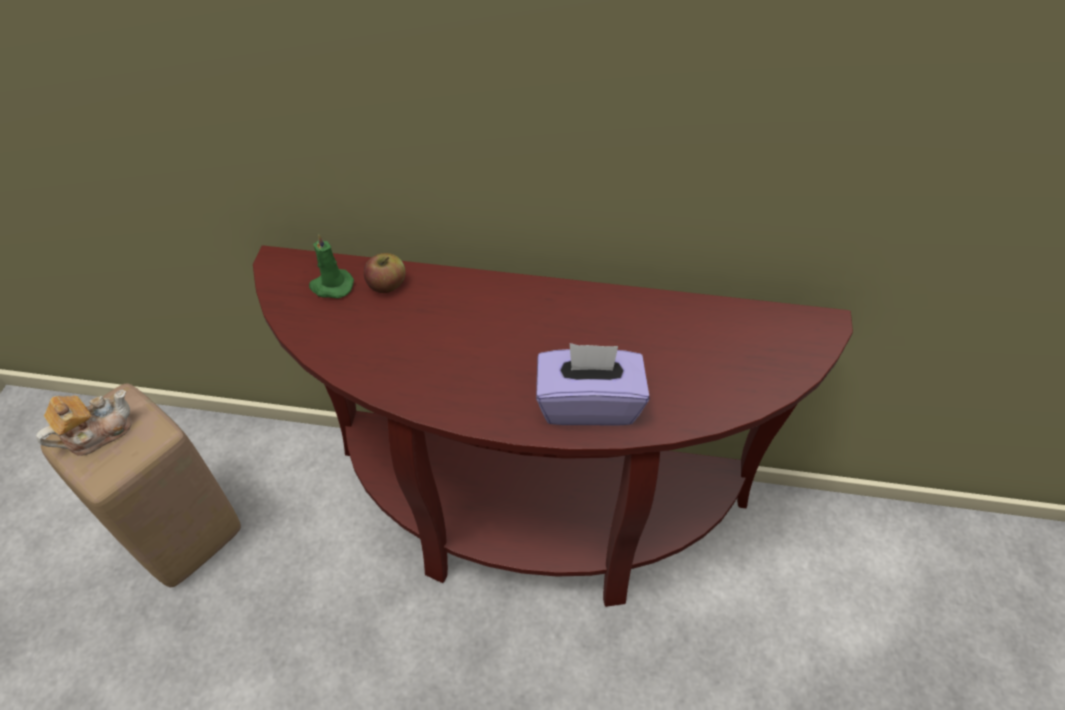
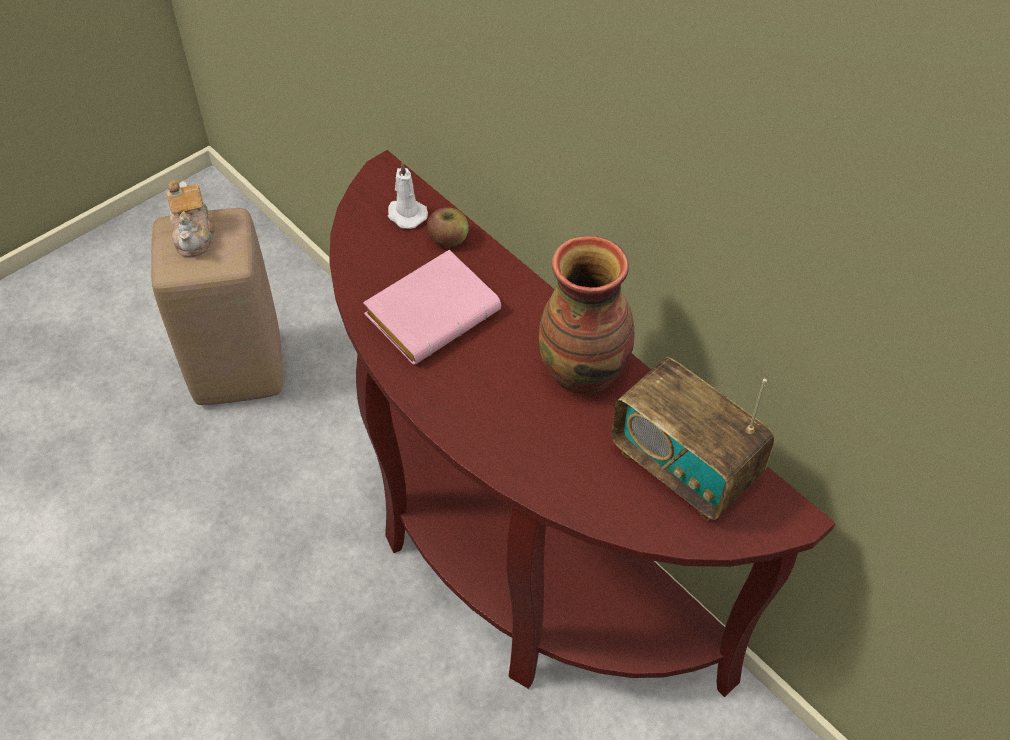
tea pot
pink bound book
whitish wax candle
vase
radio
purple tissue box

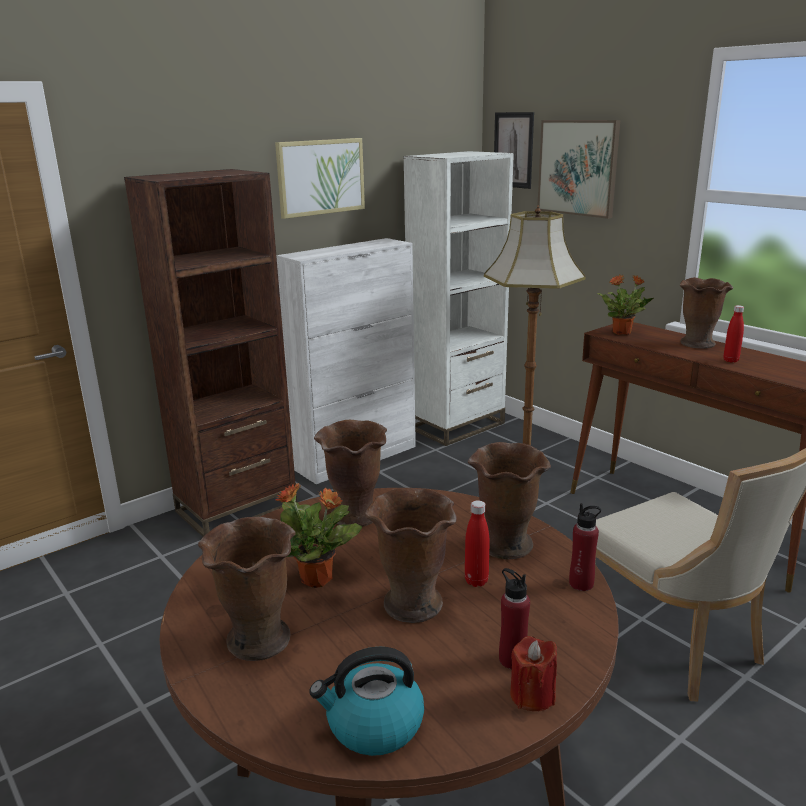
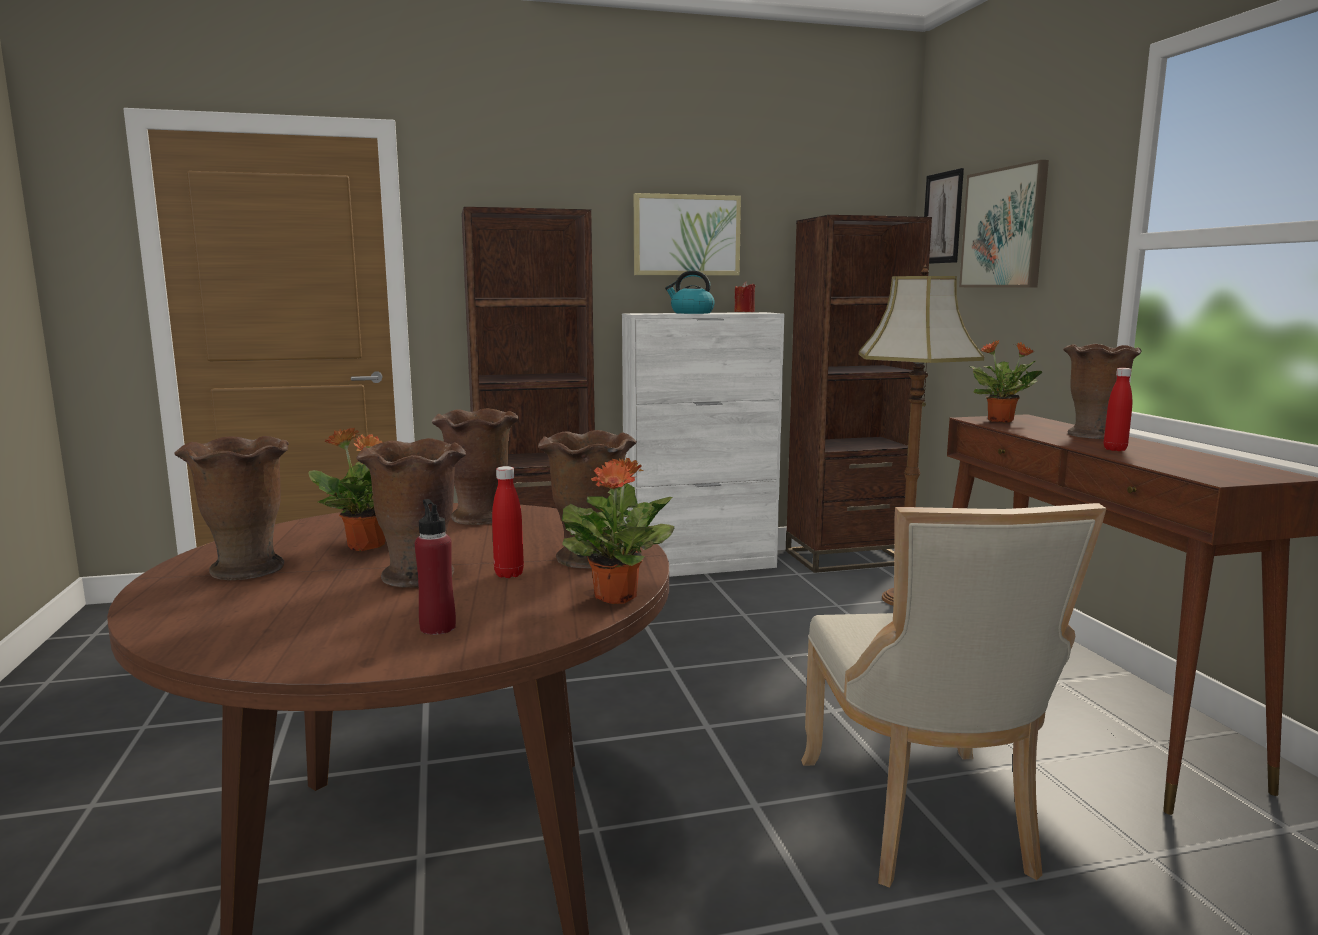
plant in a pot (2nd from left)
tea kettle
reddish wax candle
brownish bookcase (2nd from left)

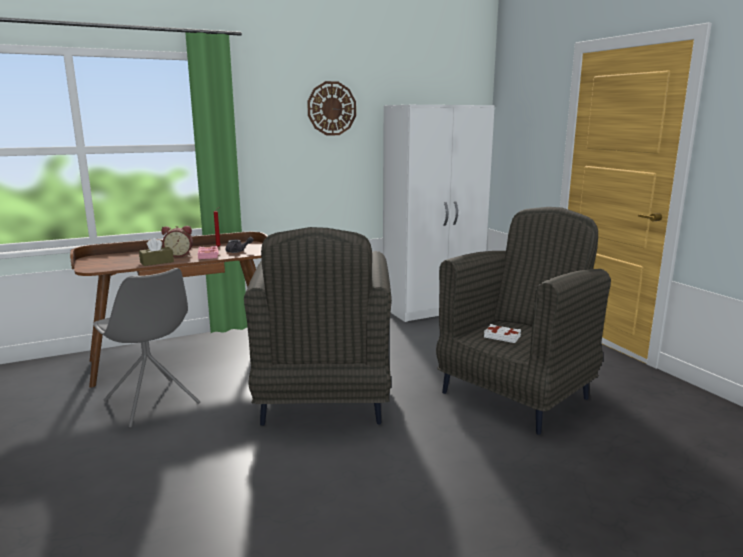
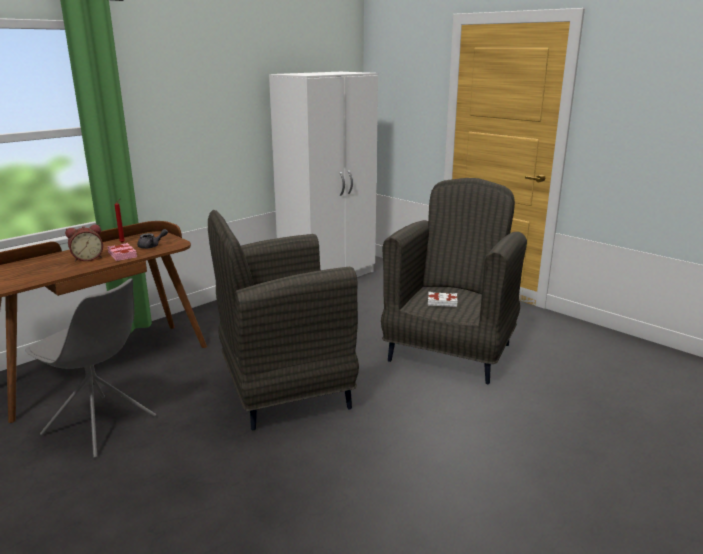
gray easy chair (1st from left)
brownish tissue box
wall clock

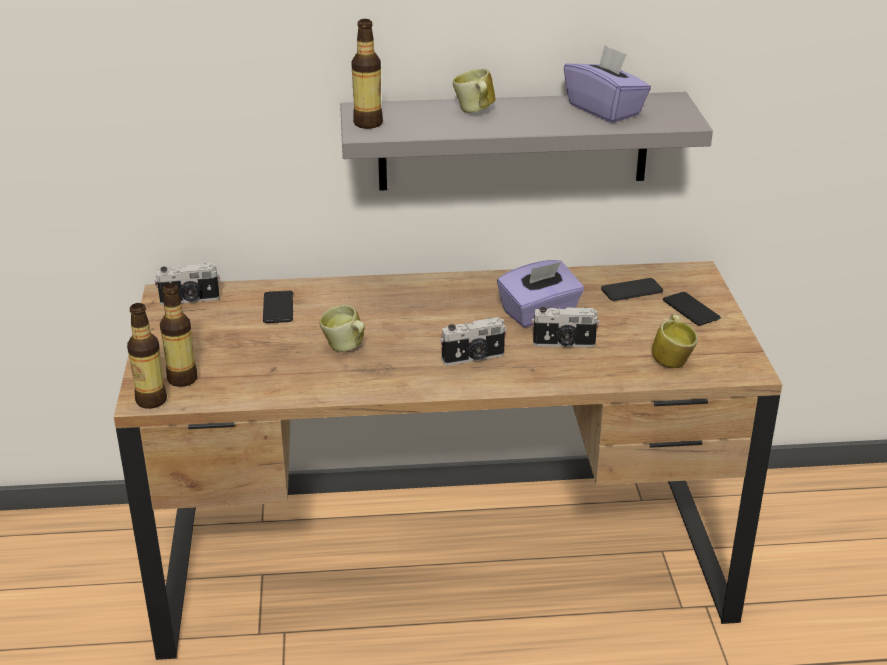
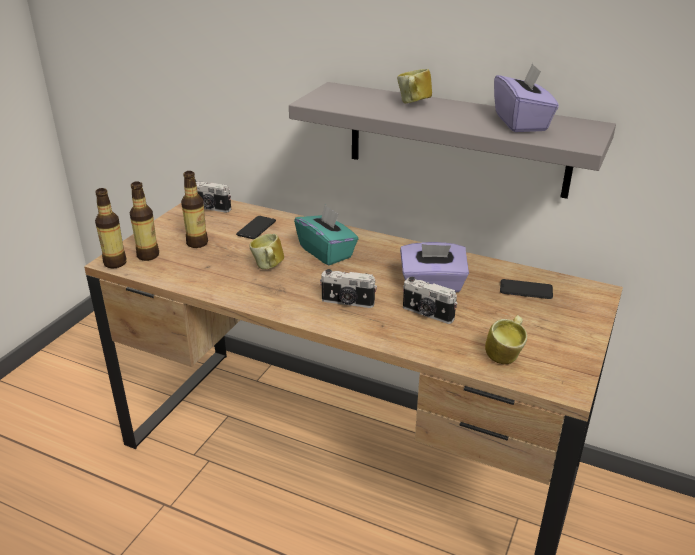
bottle (3rd from left)
blue-green tissue box
phone (3rd from left in the first image)

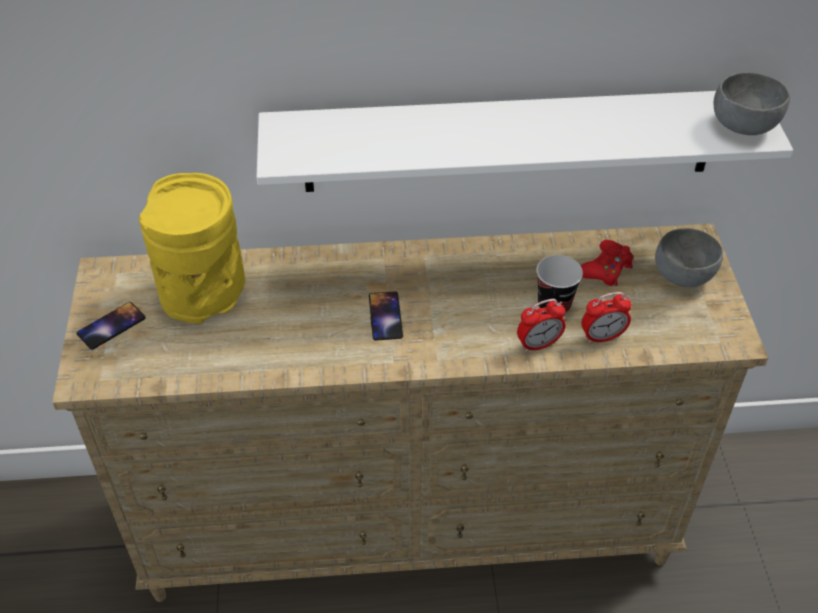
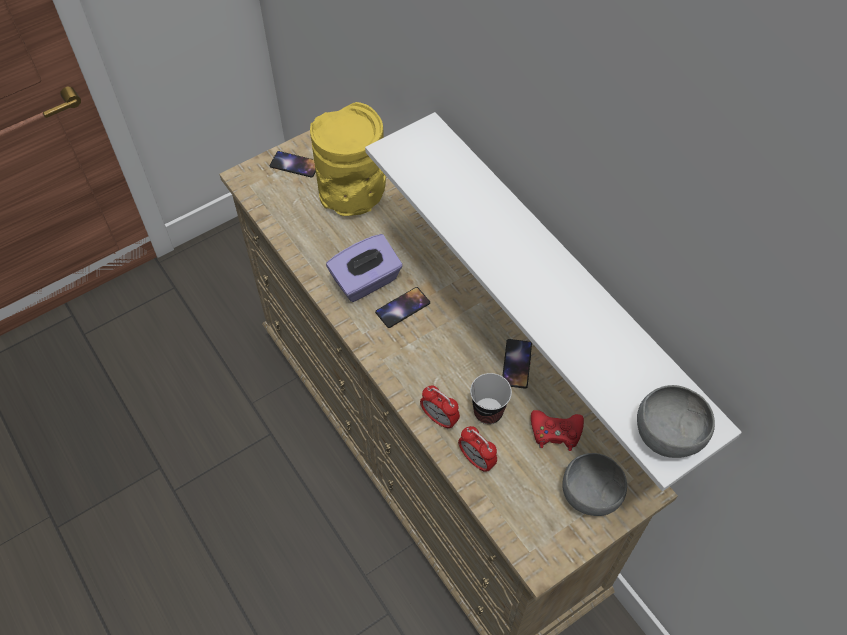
purple tissue box
phone (3rd from left)

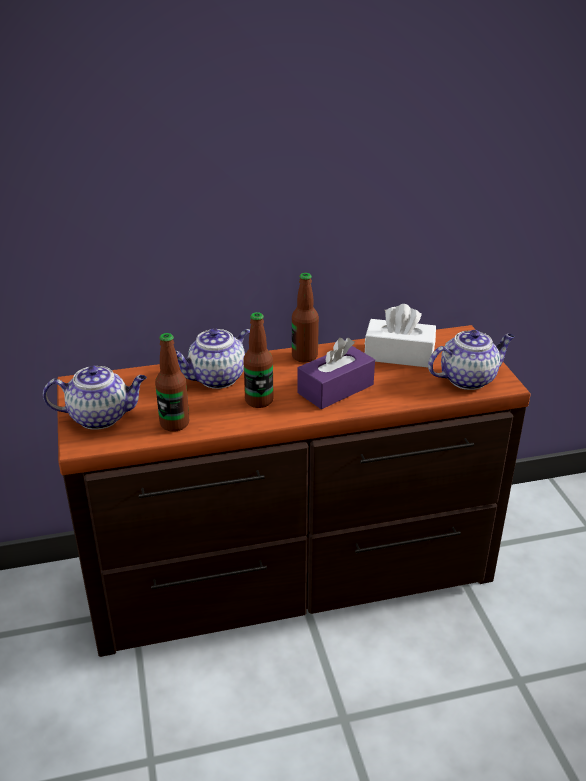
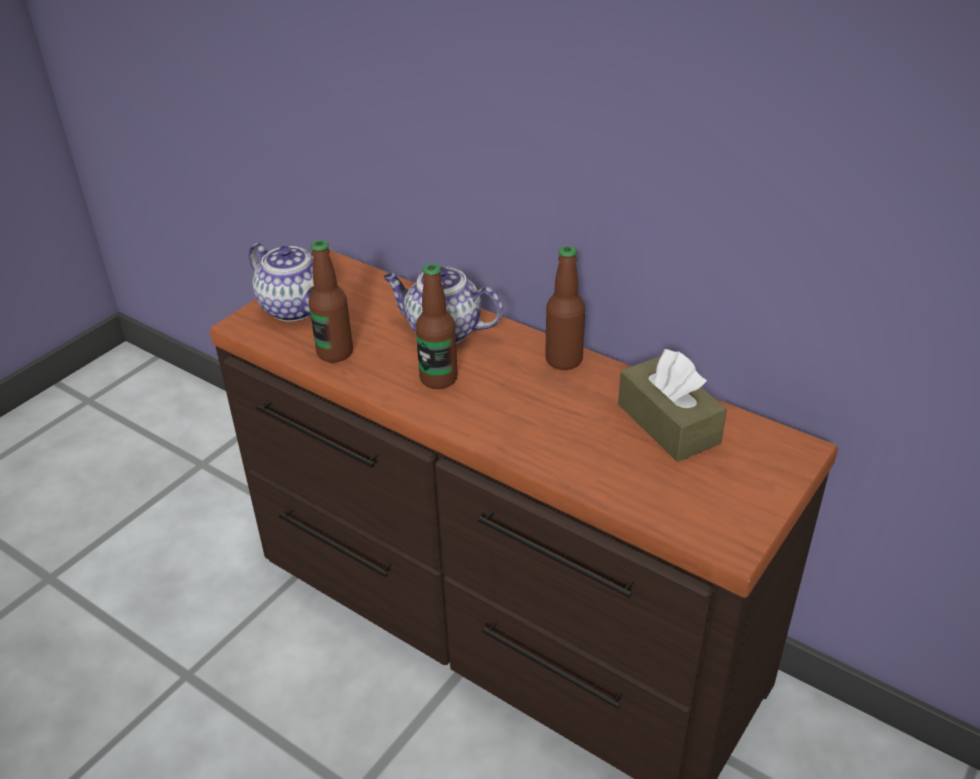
brownish tissue box
purple tissue box
tea pot (3rd from left in the first image)

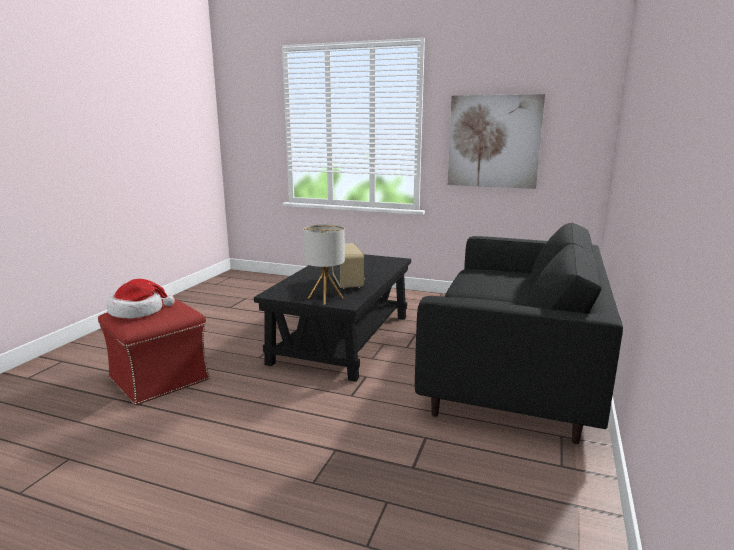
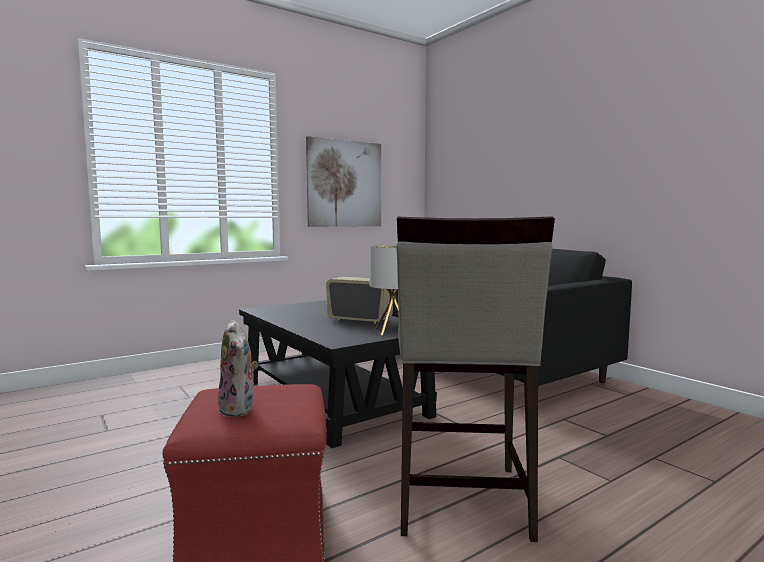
soft toy
beige stool

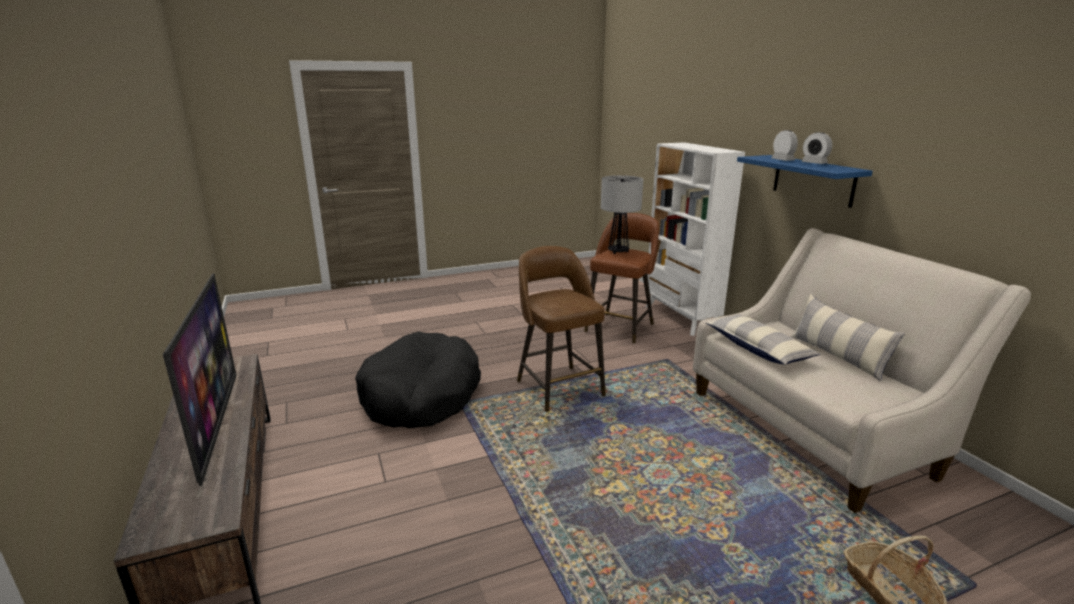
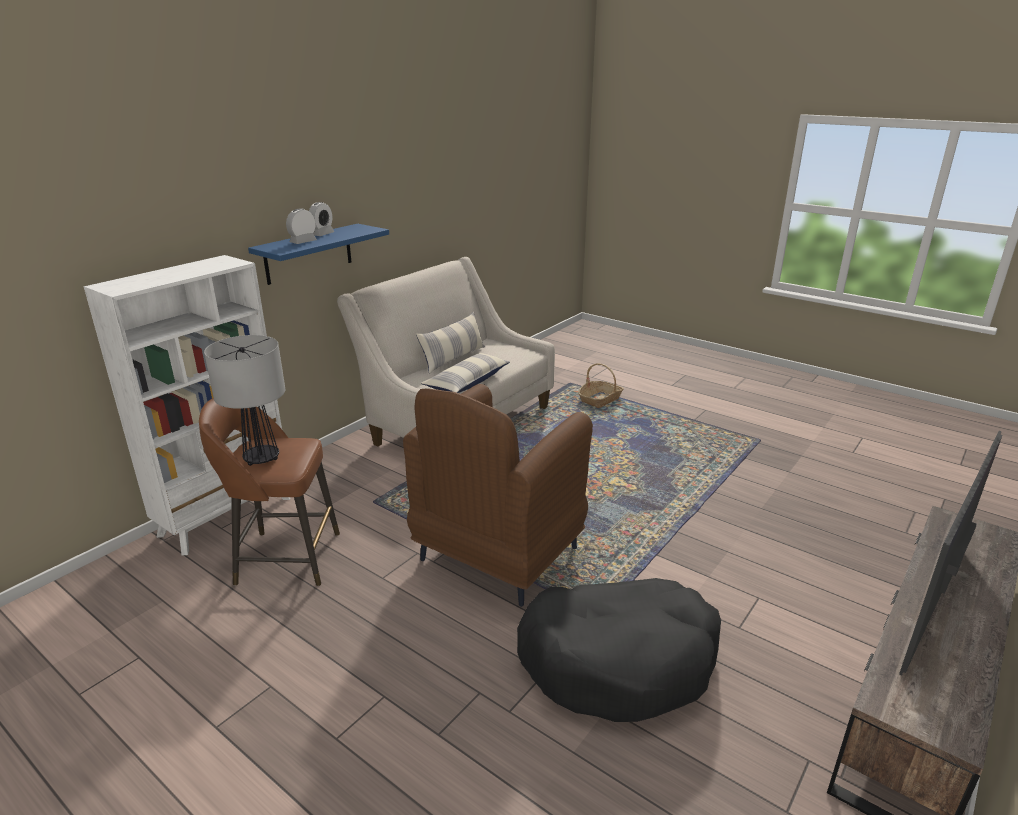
brownish easy chair

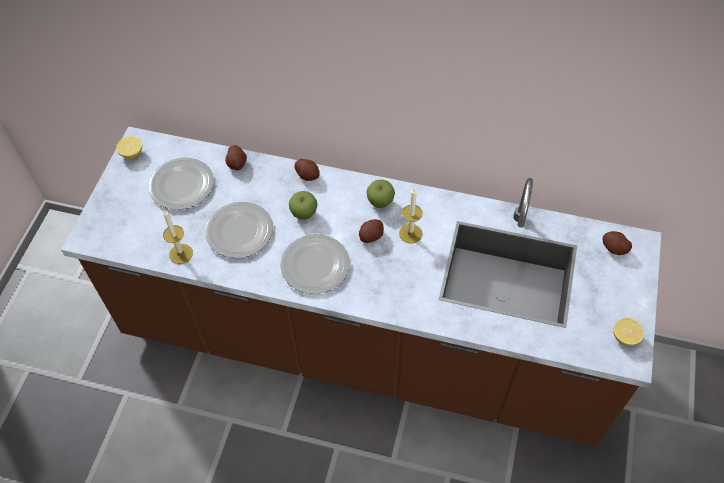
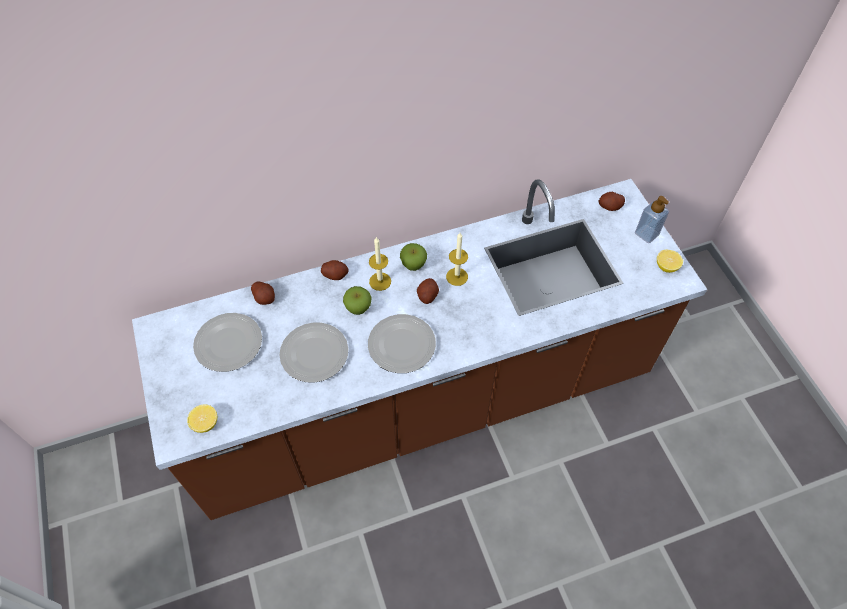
citrus fruit (1st from left)
wax candle (1st from left)
soap bottle

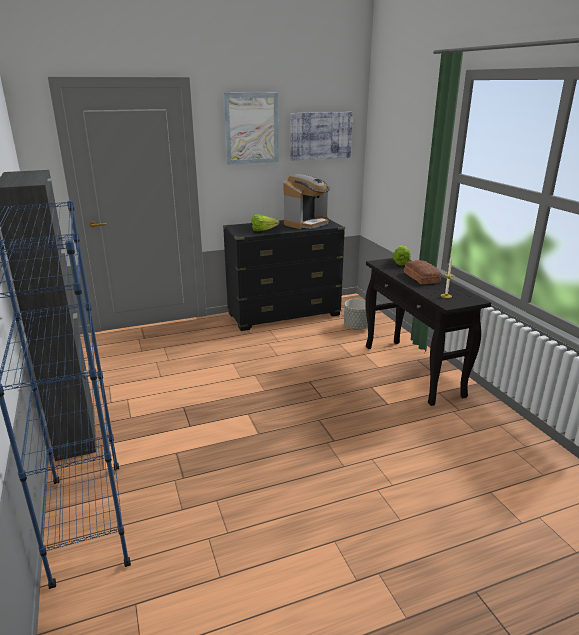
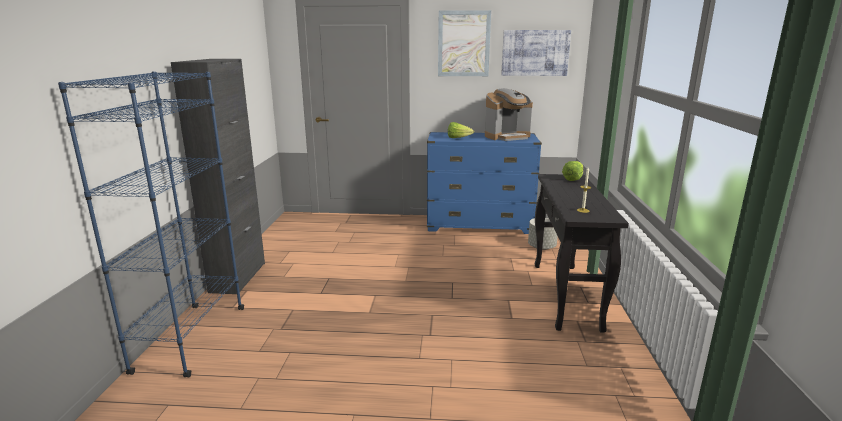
blue dresser
baked bread

